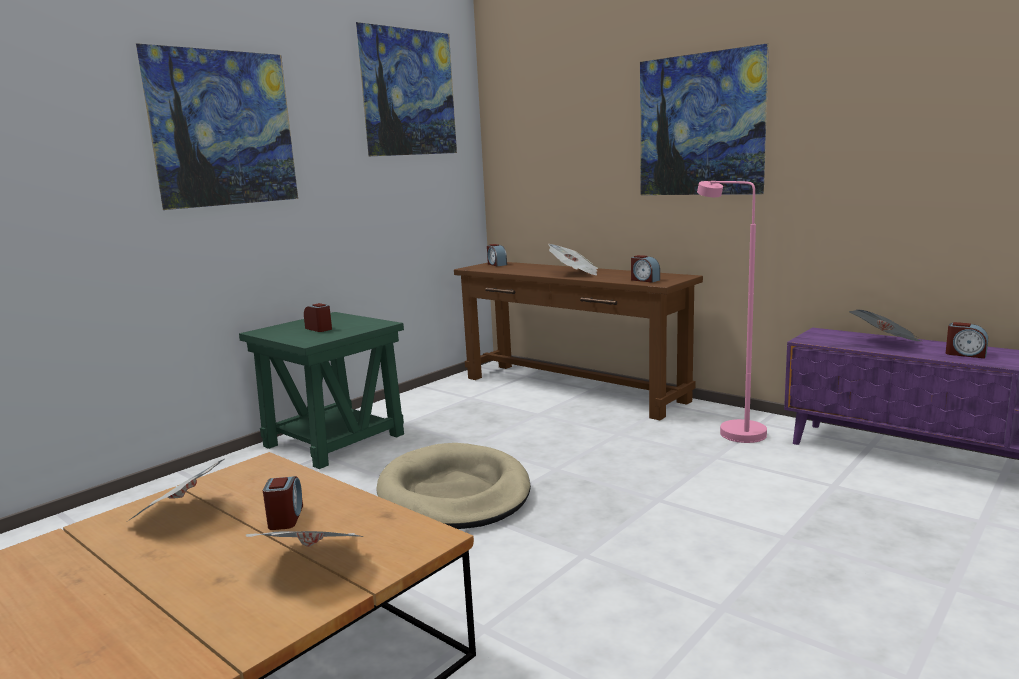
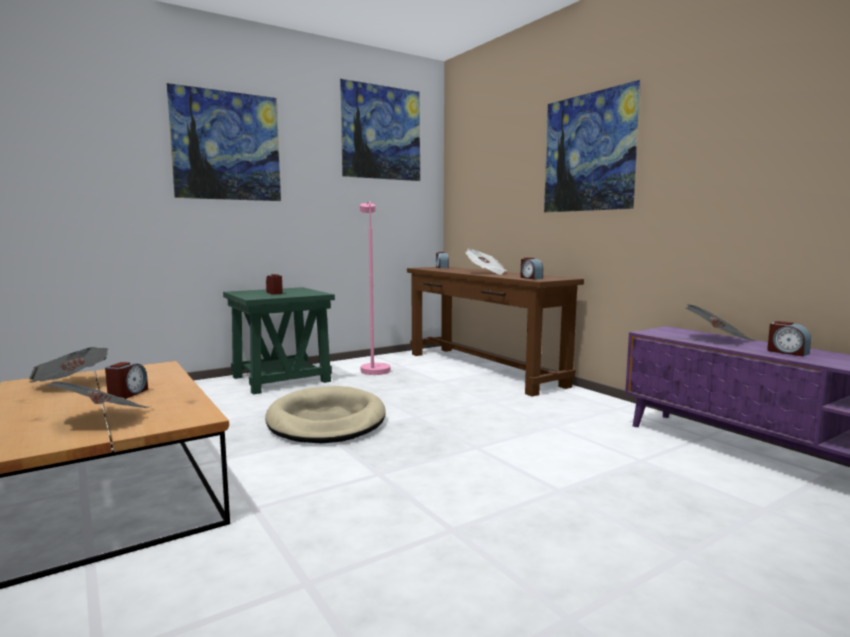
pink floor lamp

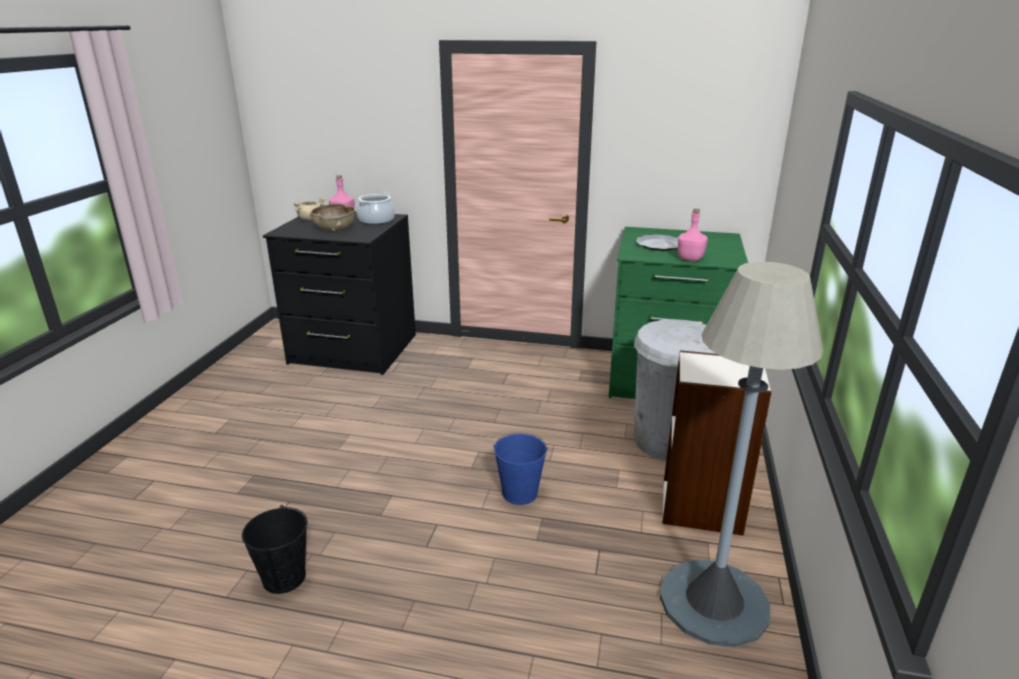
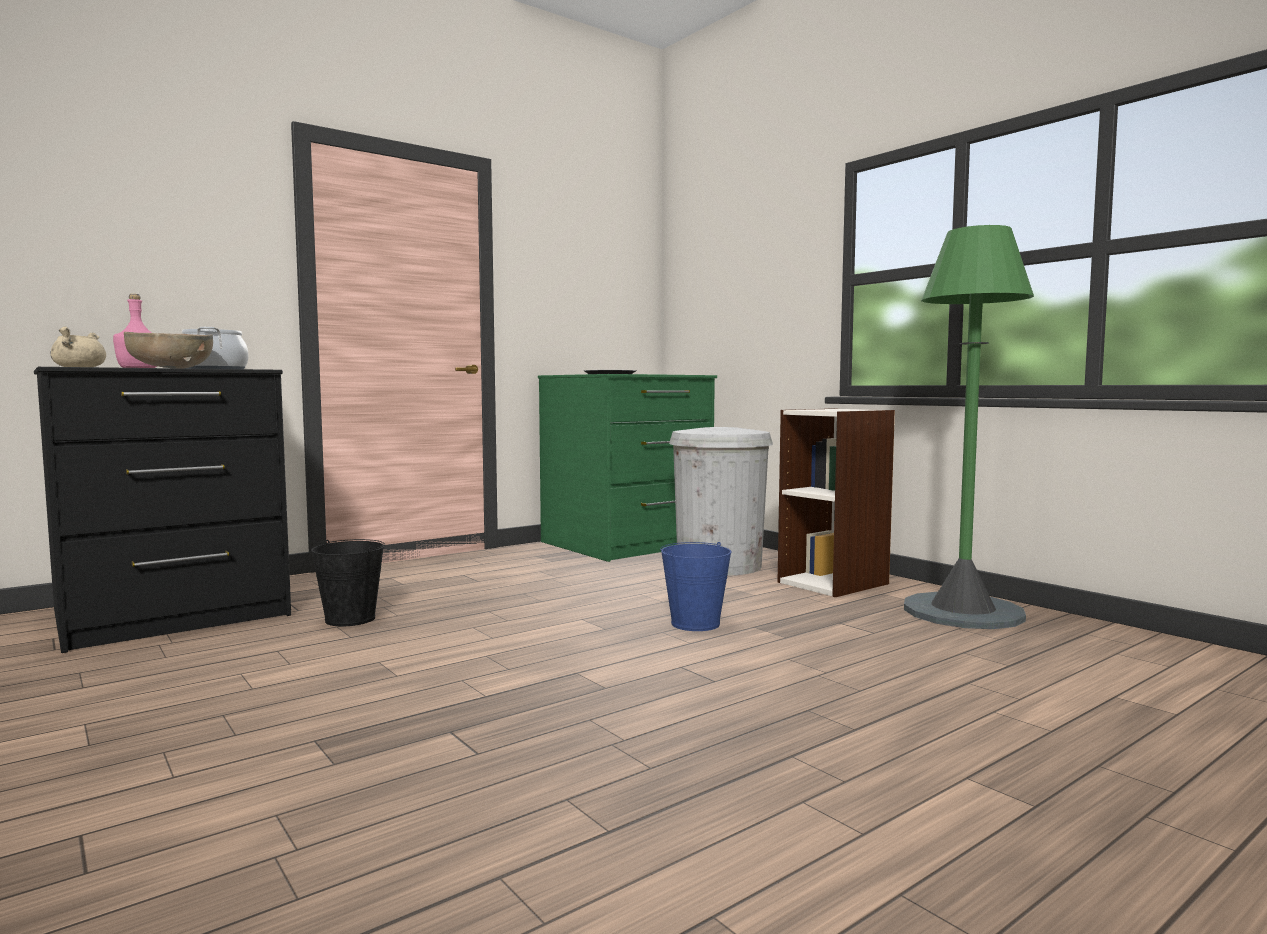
blackish bucket
green floor lamp
pink bottle (2nd from left in the first image)

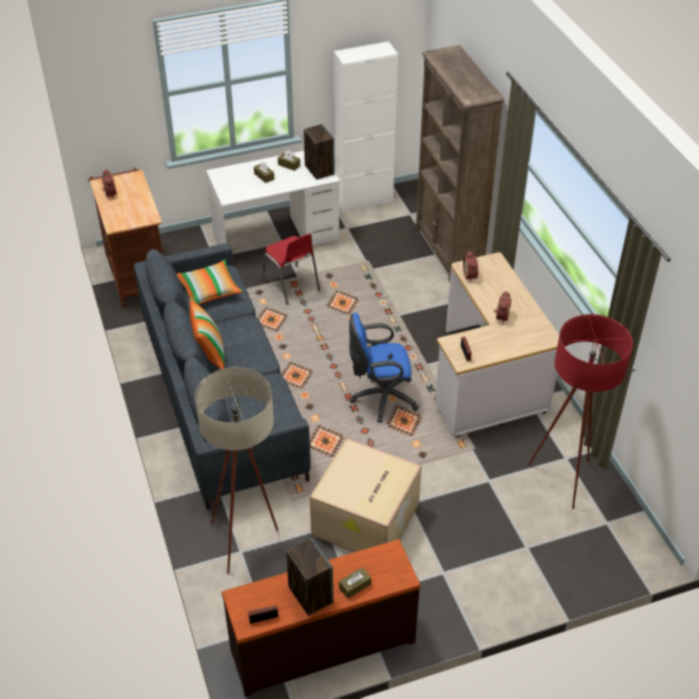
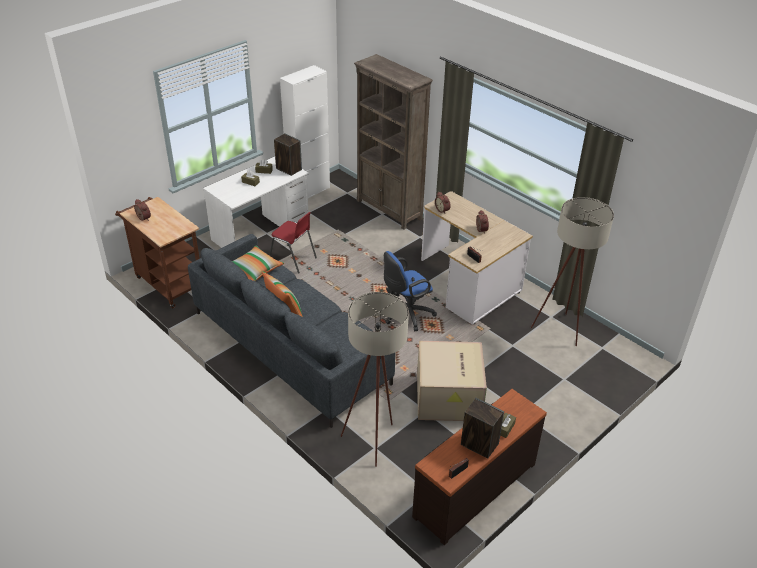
beige floor lamp (2nd from left)

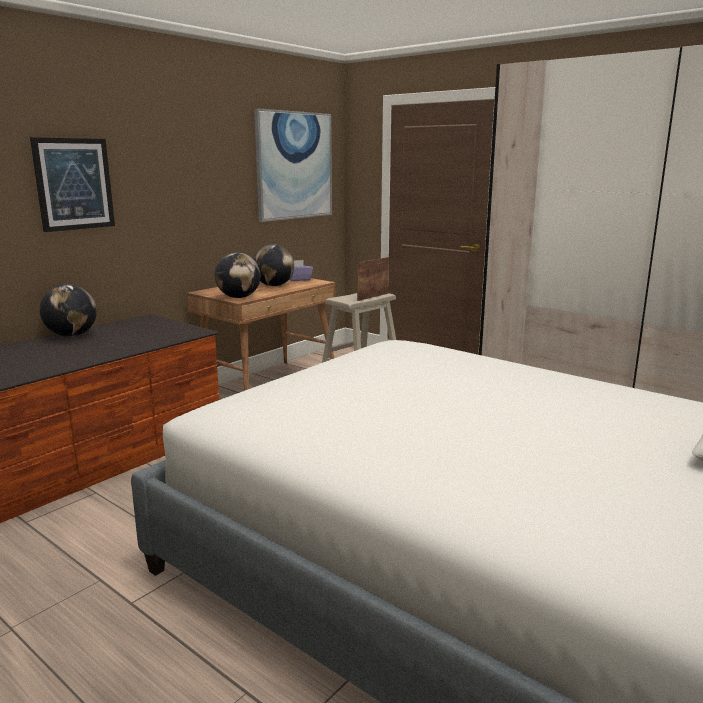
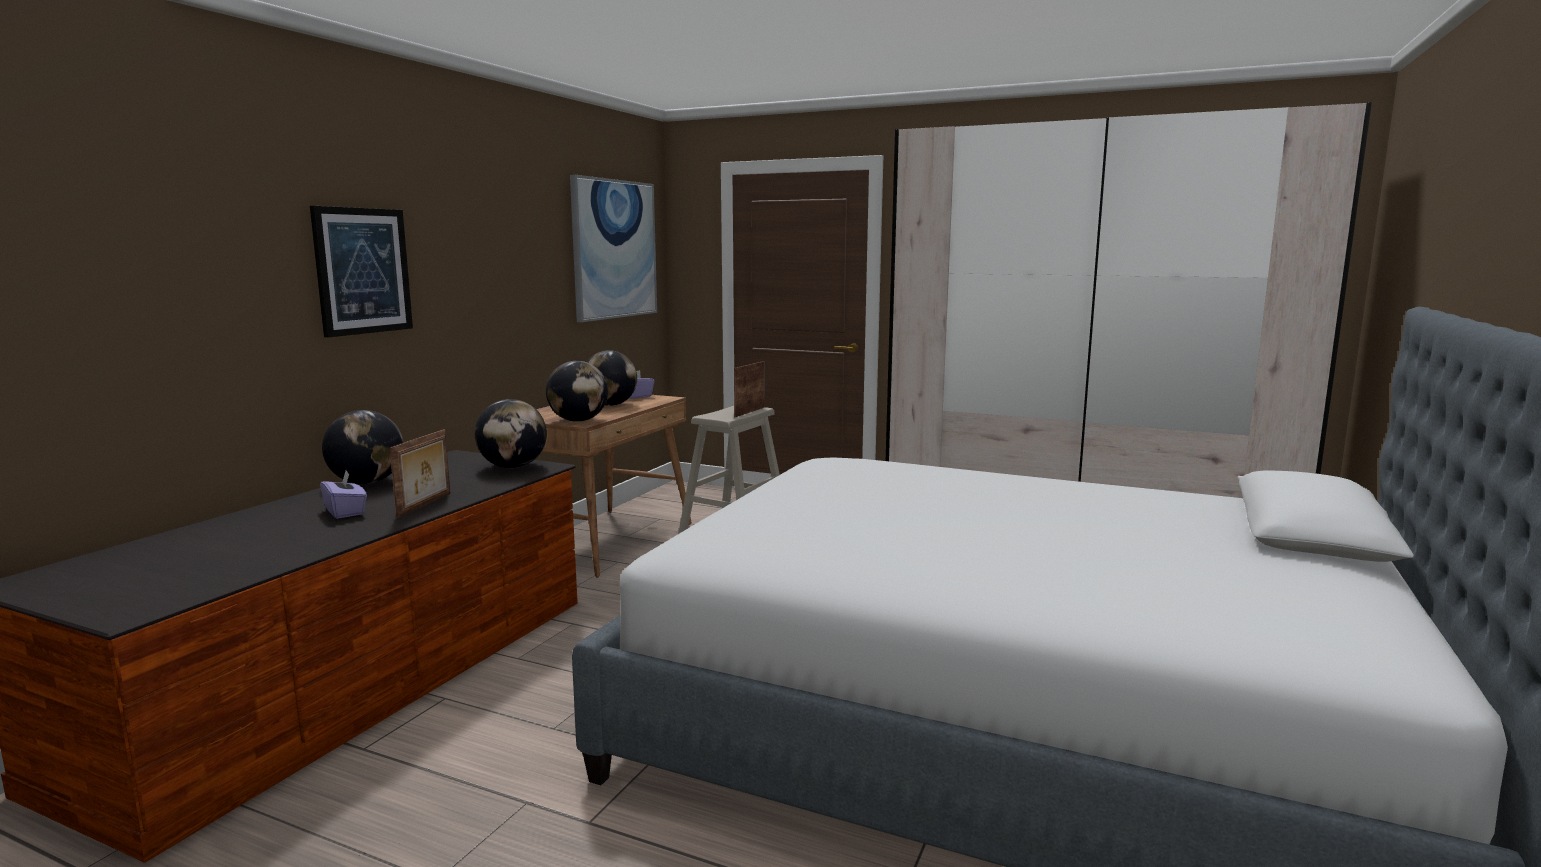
purple tissue box (1st from left)
picture frame (1st from left)
globe (2nd from left)

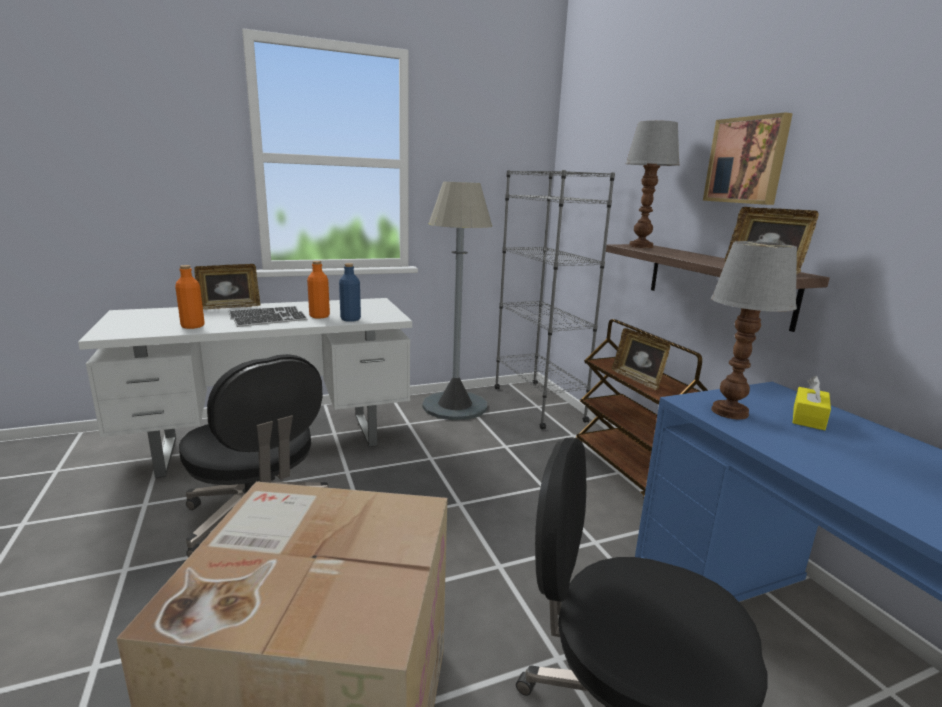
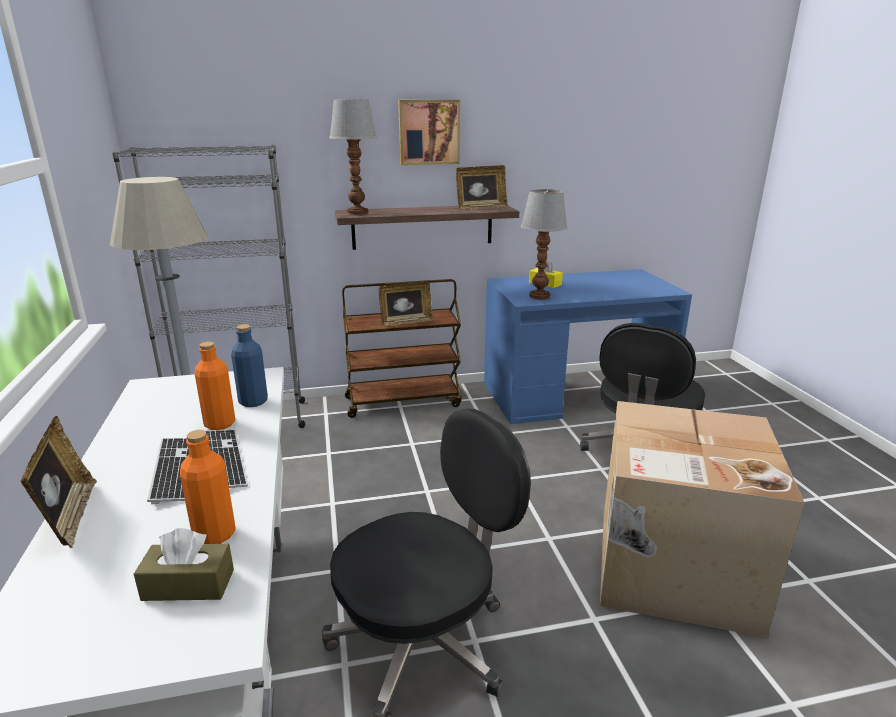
brownish tissue box

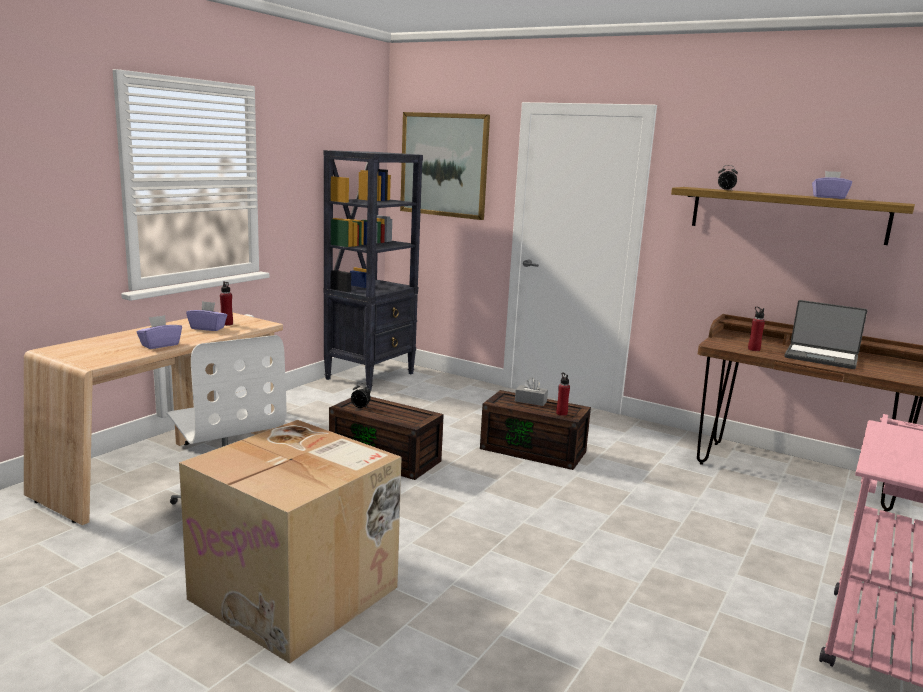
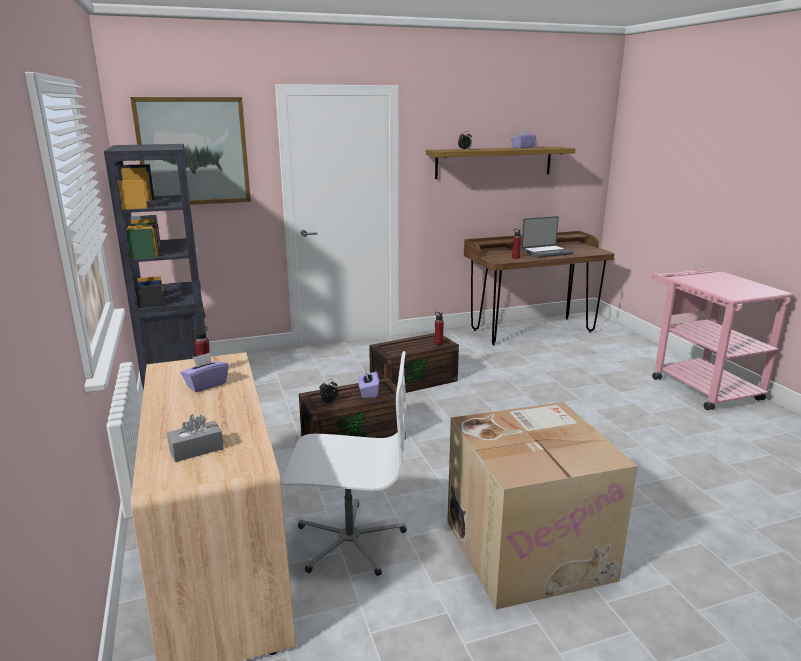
gray tissue box
purple tissue box (2nd from left)

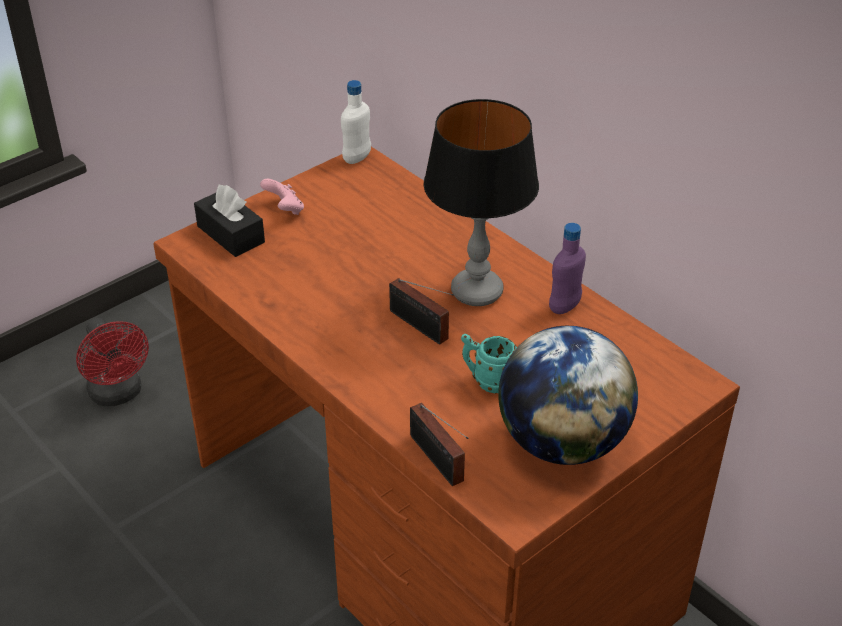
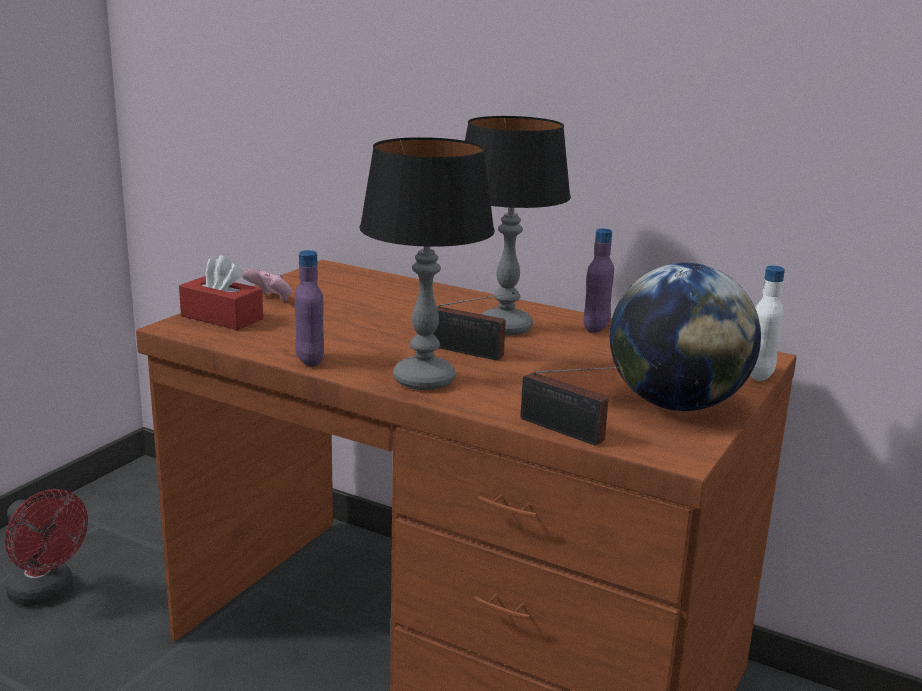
reddish tissue box
purple bottle (1st from left)
table lamp (1st from left)
whitish bottle
blue-green tea mug

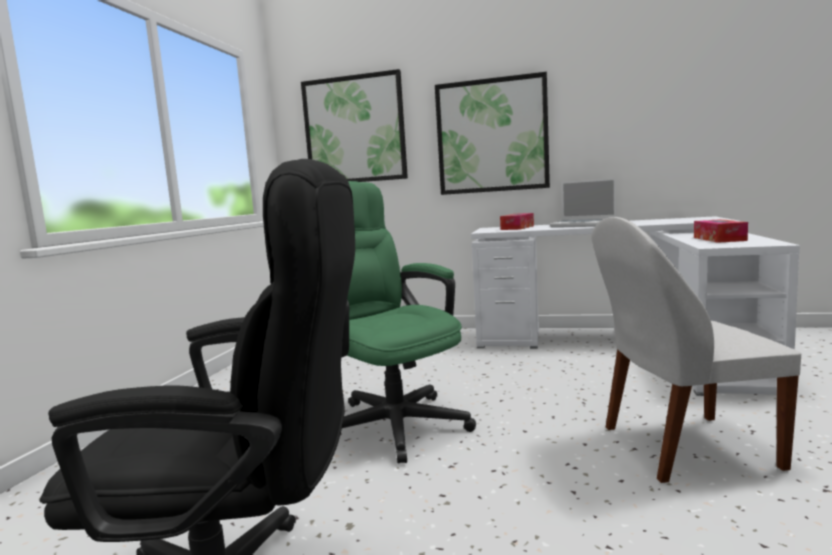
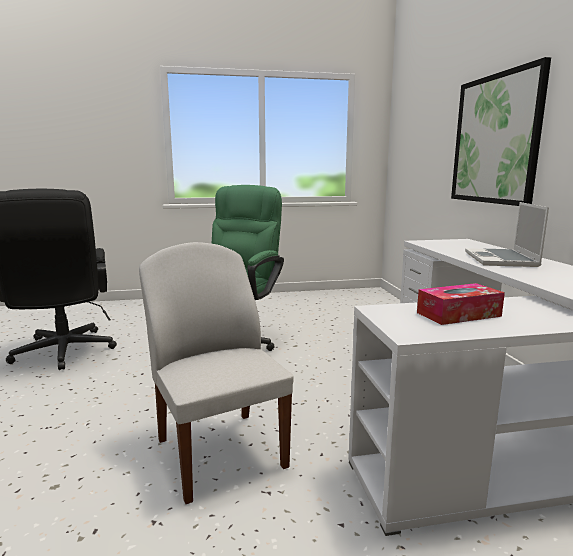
wall art (1st from left in the first image)
tissue box (1st from left in the first image)

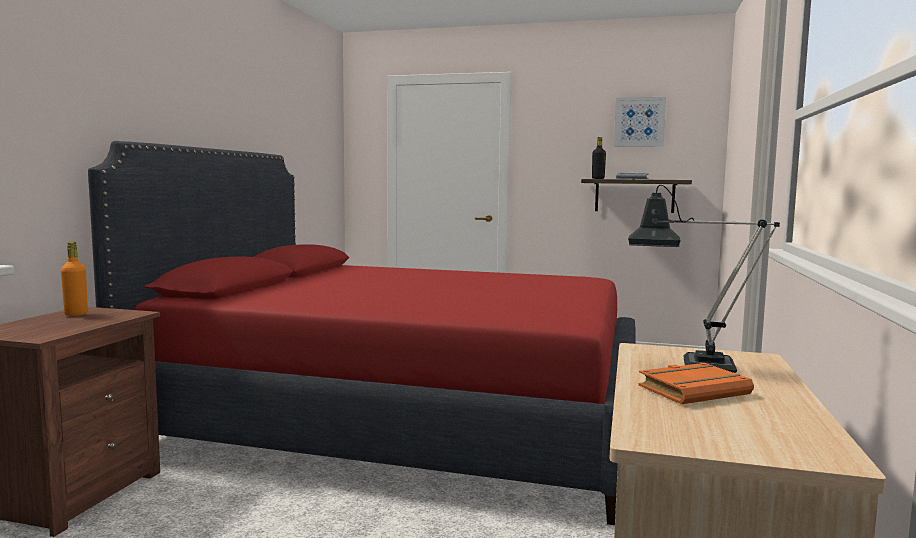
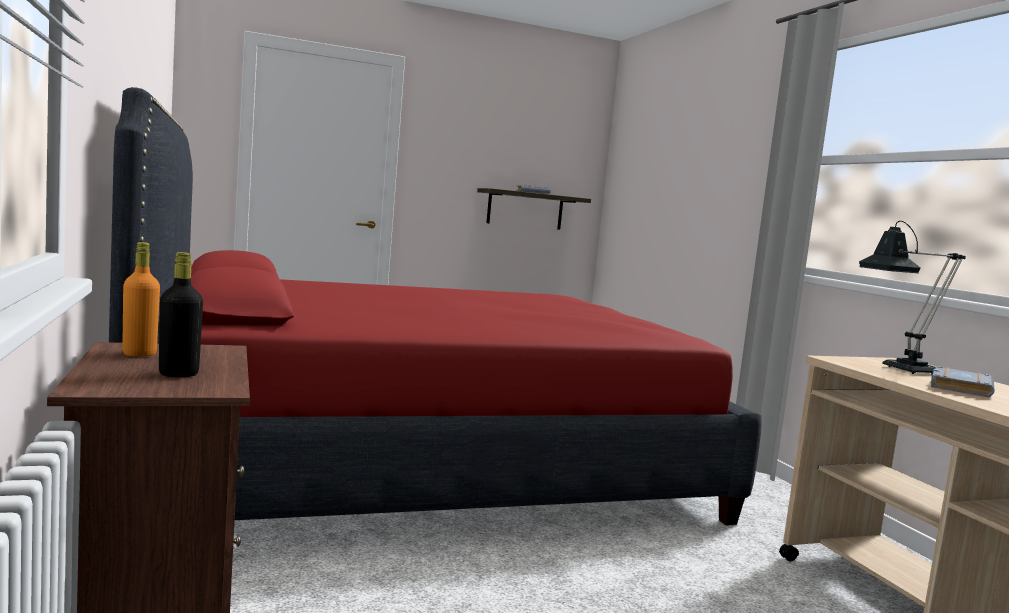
blackish bottle
gray bound book (2nd from left)
wall art

